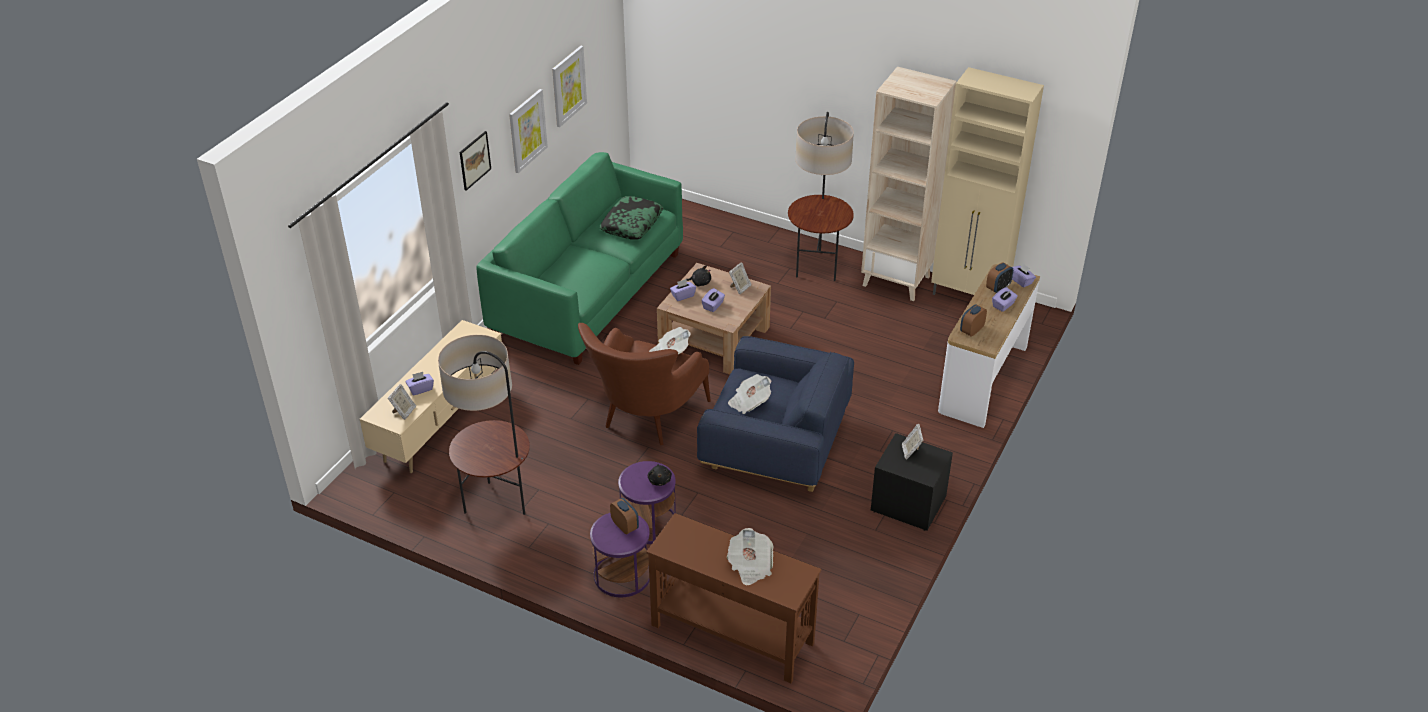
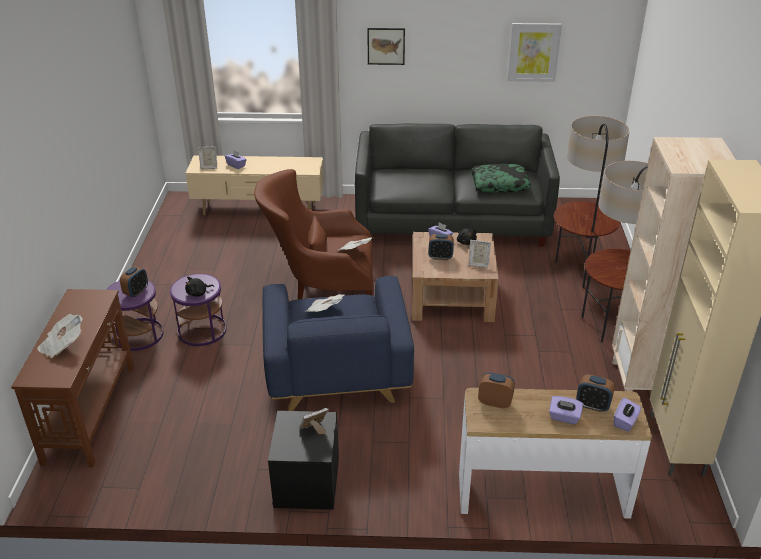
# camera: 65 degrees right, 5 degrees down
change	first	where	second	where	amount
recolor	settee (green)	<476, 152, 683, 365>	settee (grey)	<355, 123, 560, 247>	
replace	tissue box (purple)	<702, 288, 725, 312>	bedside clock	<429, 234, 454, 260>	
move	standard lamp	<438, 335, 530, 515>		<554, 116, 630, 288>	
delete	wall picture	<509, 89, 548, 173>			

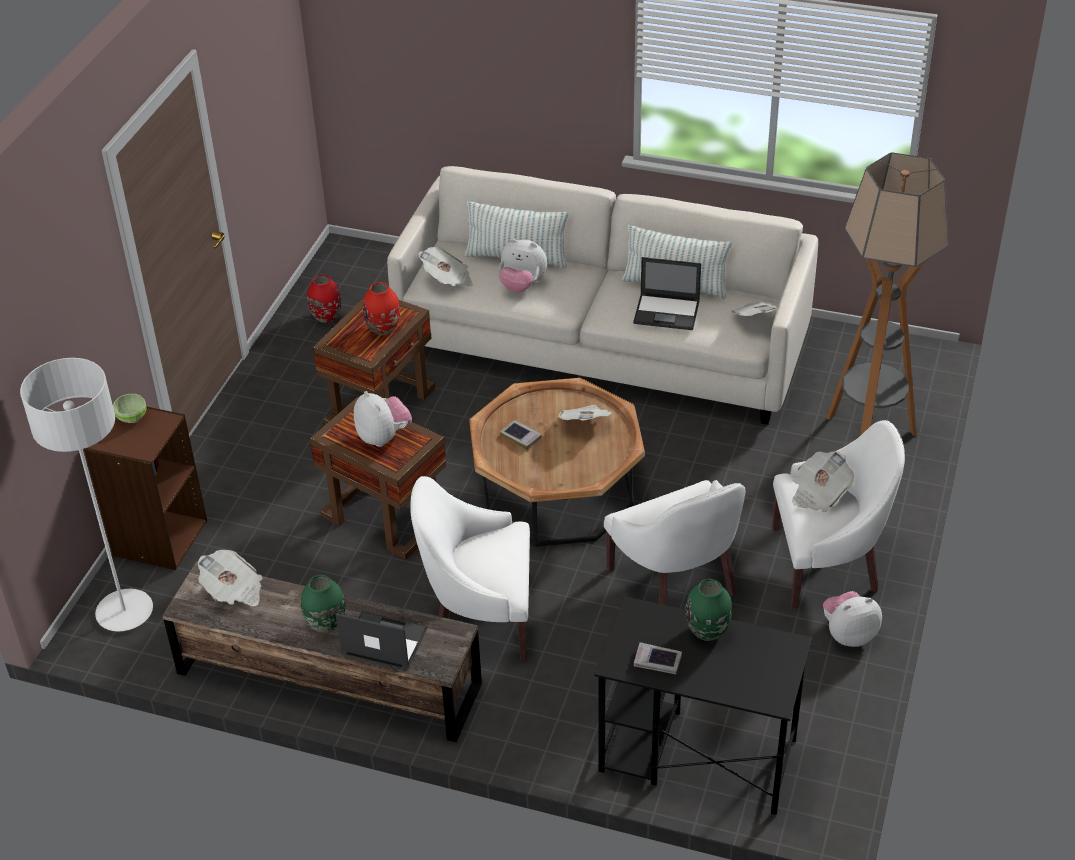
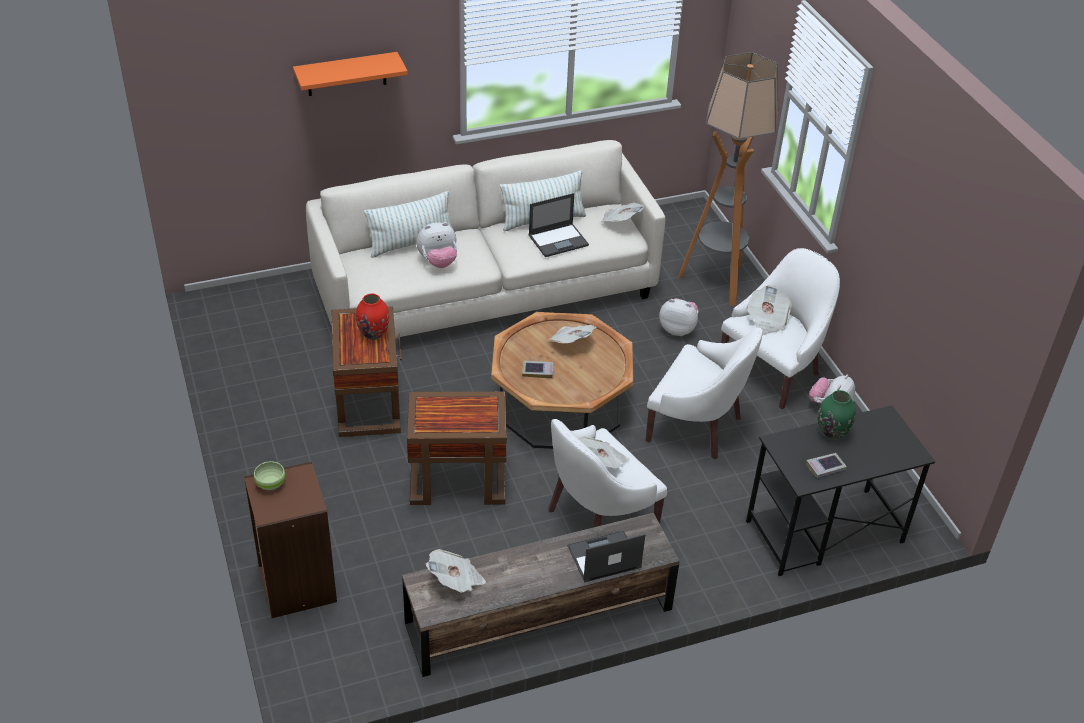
# camera: 40 degrees left, 0 degrees up
change	first	where	second	where	amount
insert			bracket shelf (orange-coloured)	<293, 52, 408, 96>	
move	printed paper	<418, 247, 473, 286>		<579, 436, 630, 469>	
move	soft toy	<354, 391, 412, 447>		<659, 298, 699, 336>	
delete	standard lamp (grey)	<20, 358, 153, 631>			
delete	flower vase (green)	<301, 575, 345, 633>			
delete	flower vase (red-coloured)	<307, 275, 341, 323>			

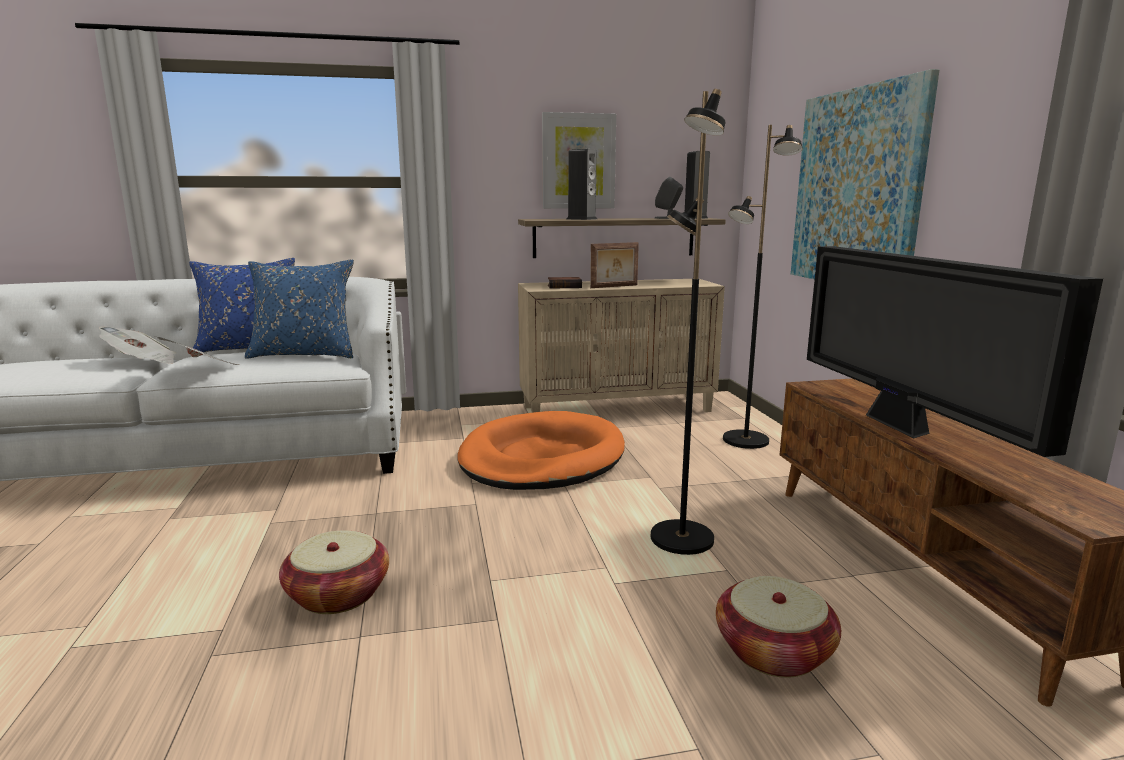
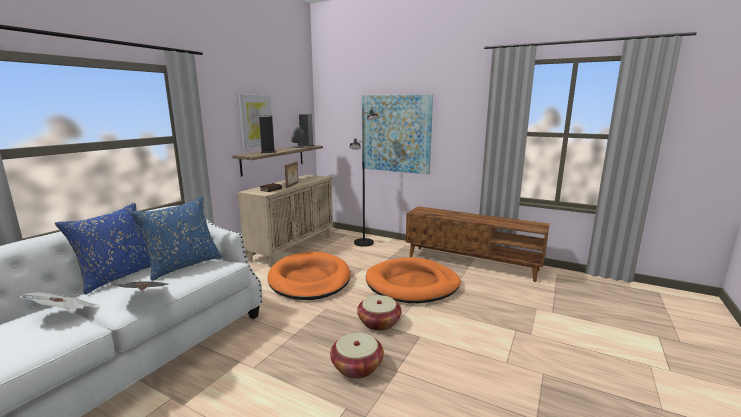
# camera: 50 degrees left, 0 degrees up
change	first	where	second	where	amount
move	storage basket	<716, 576, 841, 678>		<357, 295, 402, 331>	
replace	standard lamp (black-coloured)	<651, 89, 725, 555>	dog cushion (orange-coloured)	<366, 257, 461, 303>	
delete	television	<807, 246, 1103, 457>			

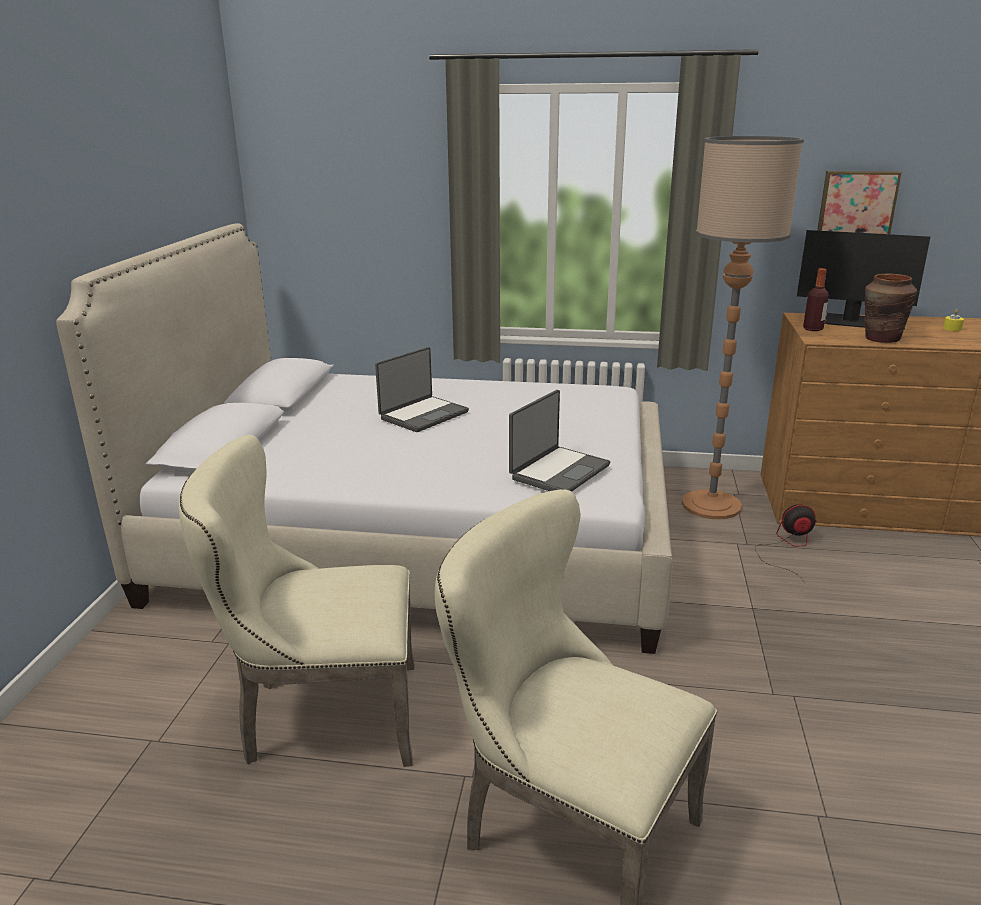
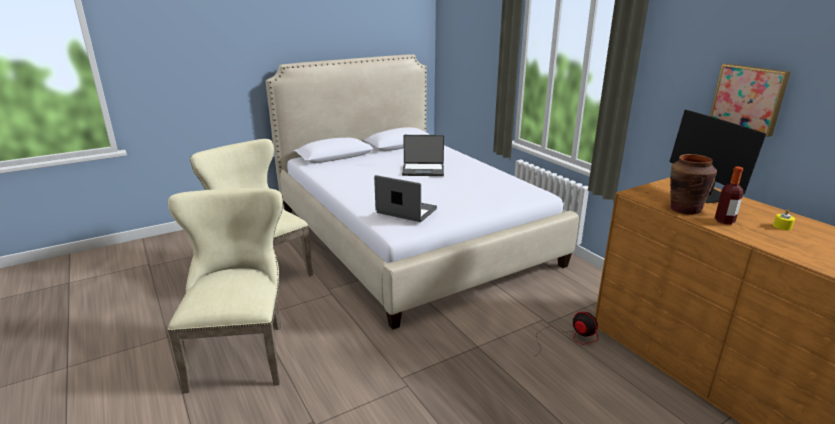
# camera: 50 degrees right, 0 degrees up
change	first	where	second	where	amount
rotate	portable computer	<509, 390, 610, 492>		<374, 175, 437, 222>	150 degrees counterclockwise
move	bottle	<803, 268, 829, 331>		<715, 166, 744, 225>	
delete	standard lamp	<682, 136, 804, 519>			

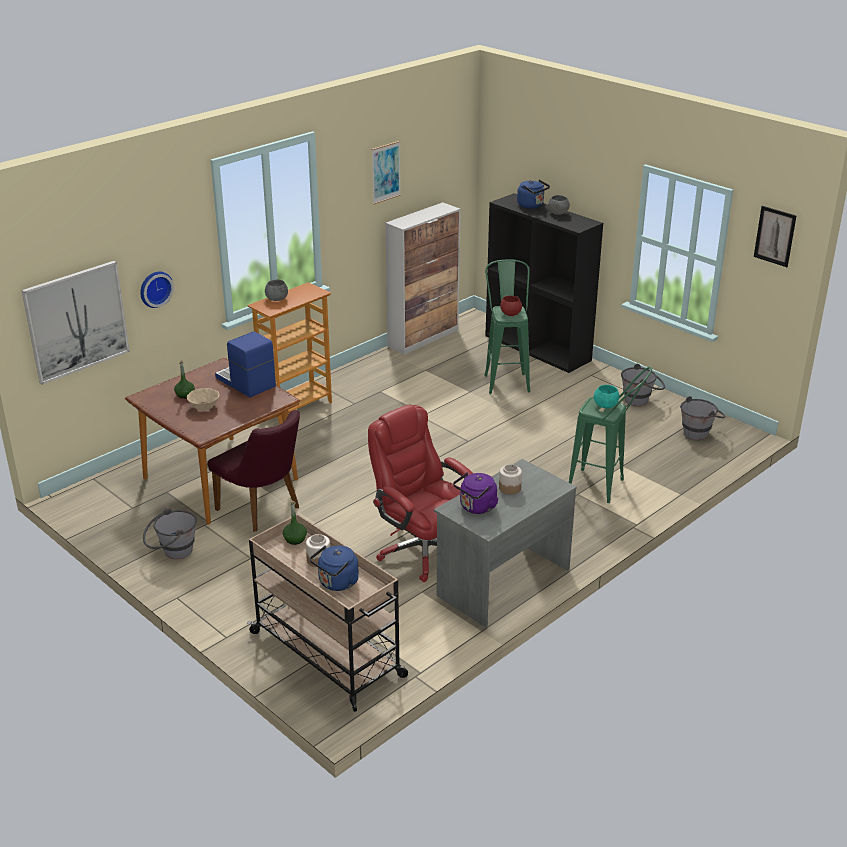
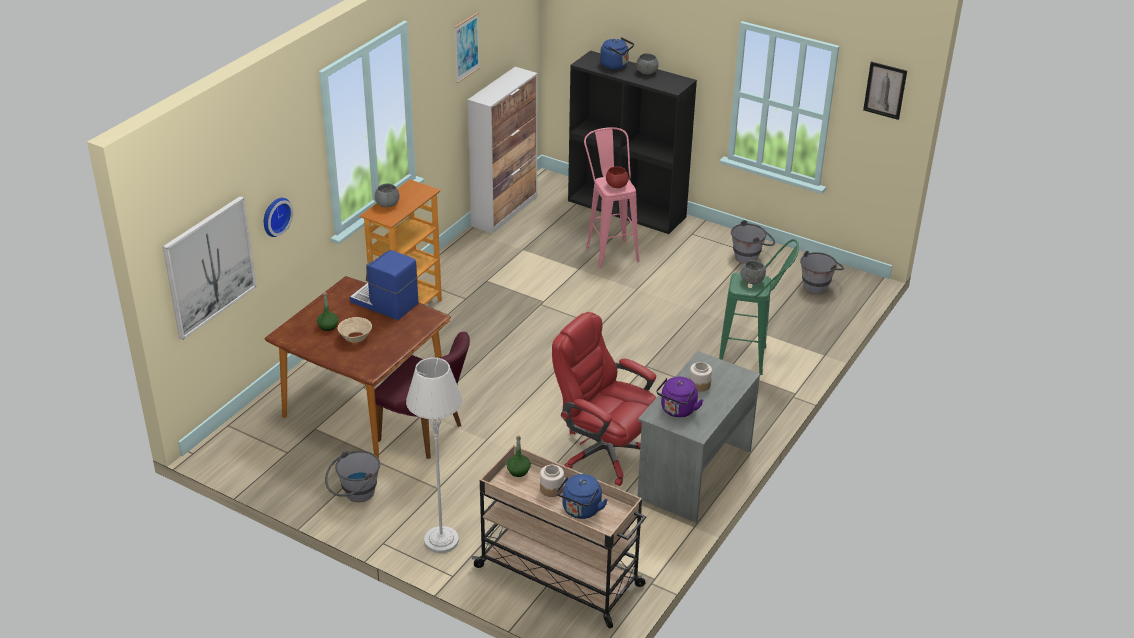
# camera: 15 degrees left, 5 degrees up
change	first	where	second	where	amount
insert			standard lamp (grey)	<406, 357, 463, 553>	
recolor	stool seat (green)	<484, 259, 531, 394>	stool seat (pink)	<584, 127, 640, 269>	
recolor	bowl (turquoise-coloured)	<594, 385, 619, 408>	bowl (grey)	<740, 260, 766, 284>	

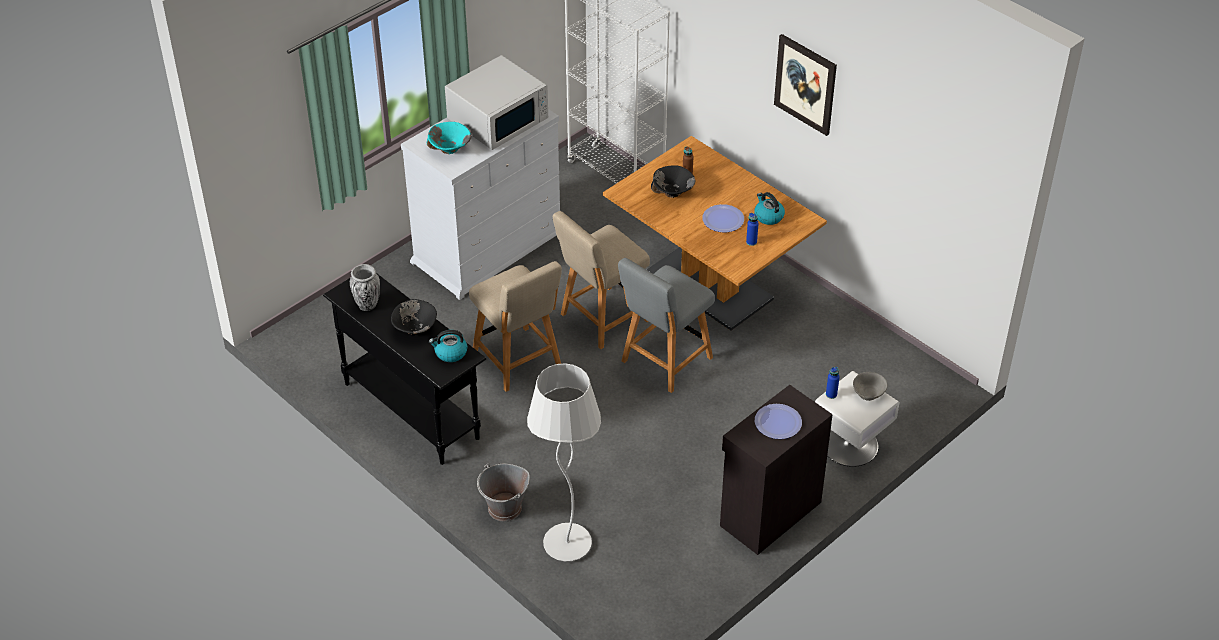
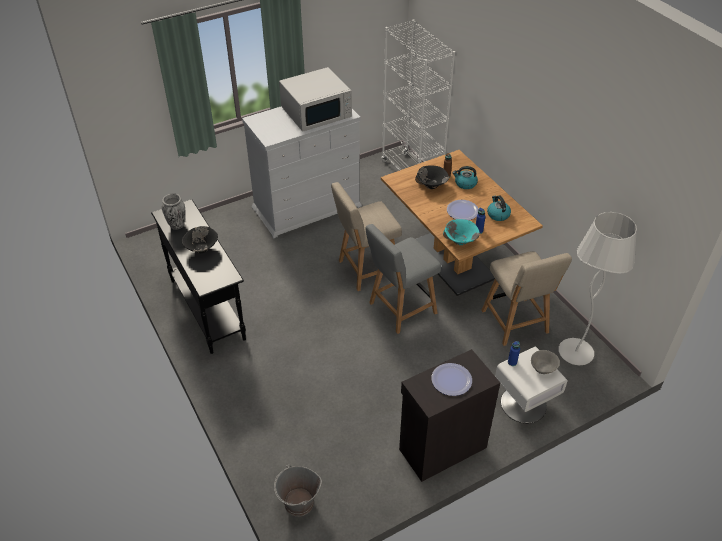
# camera: 15 degrees right, 0 degrees up
change	first	where	second	where	amount
move	water bucket (grey)	<477, 463, 530, 522>		<274, 464, 322, 517>	
move	bowl (turquoise-coloured)	<427, 122, 471, 154>		<443, 219, 480, 245>	
move	tea kettle	<429, 330, 467, 362>		<452, 166, 478, 189>	
move	chair (beige)	<469, 261, 562, 392>		<481, 251, 572, 346>	
move	standard lamp (whitish)	<527, 363, 601, 562>		<559, 212, 637, 366>	
delete	wall picture	<774, 34, 837, 136>			

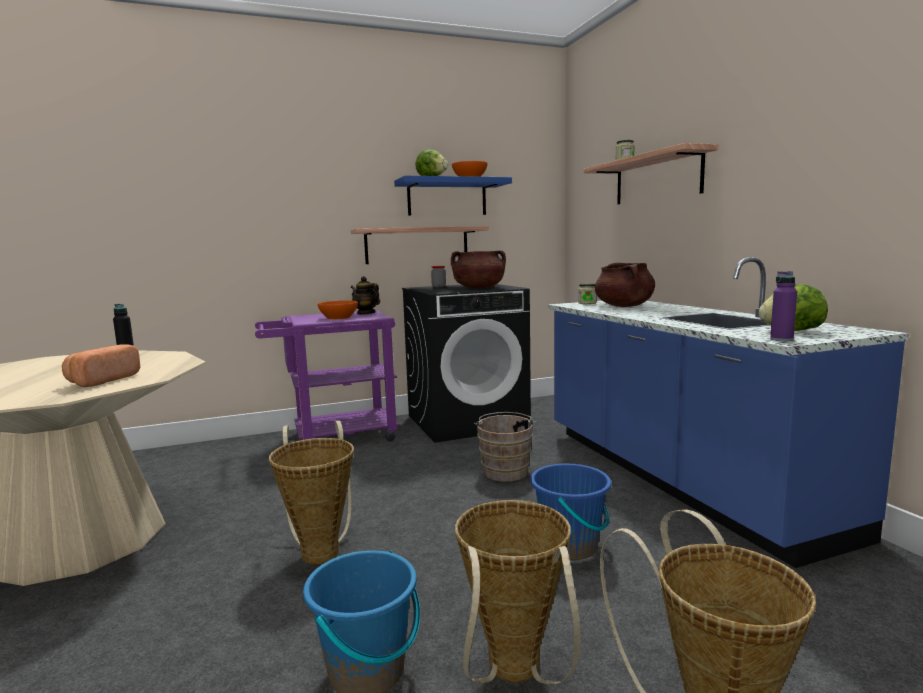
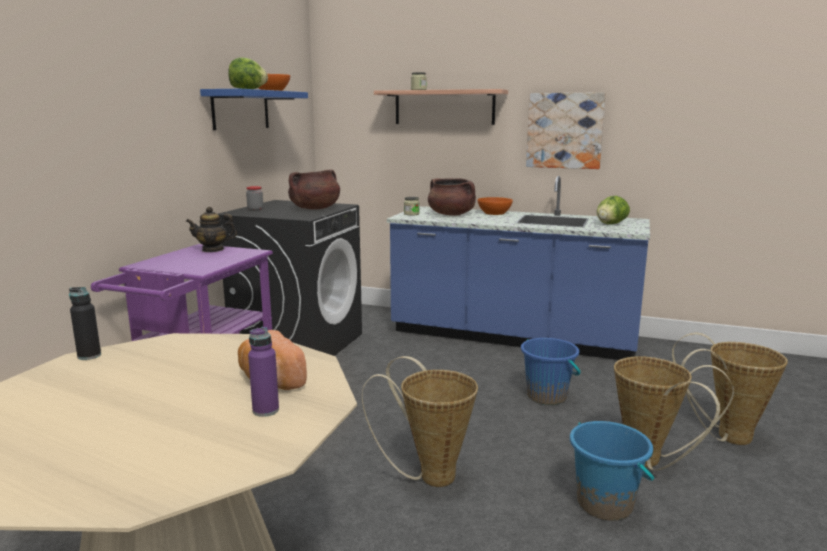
# camera: 50 degrees left, 5 degrees up
change	first	where	second	where	amount
move	bottle (purple)	<770, 271, 797, 341>		<248, 327, 279, 417>	
move	bowl (orange-coloured)	<317, 300, 358, 319>		<478, 197, 513, 215>	
insert			wall picture	<526, 92, 606, 169>	
delete	bracket shelf	<351, 226, 489, 264>			
delete	water bucket (brown-coloured)	<474, 412, 536, 482>			

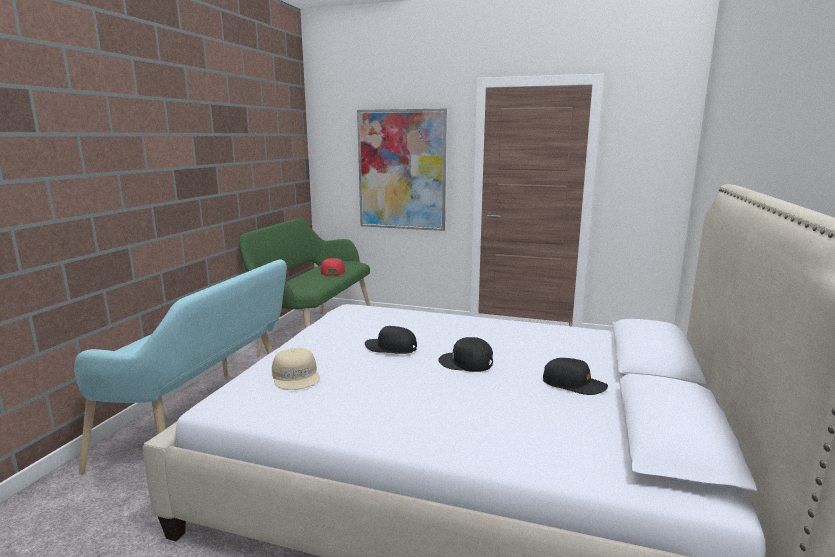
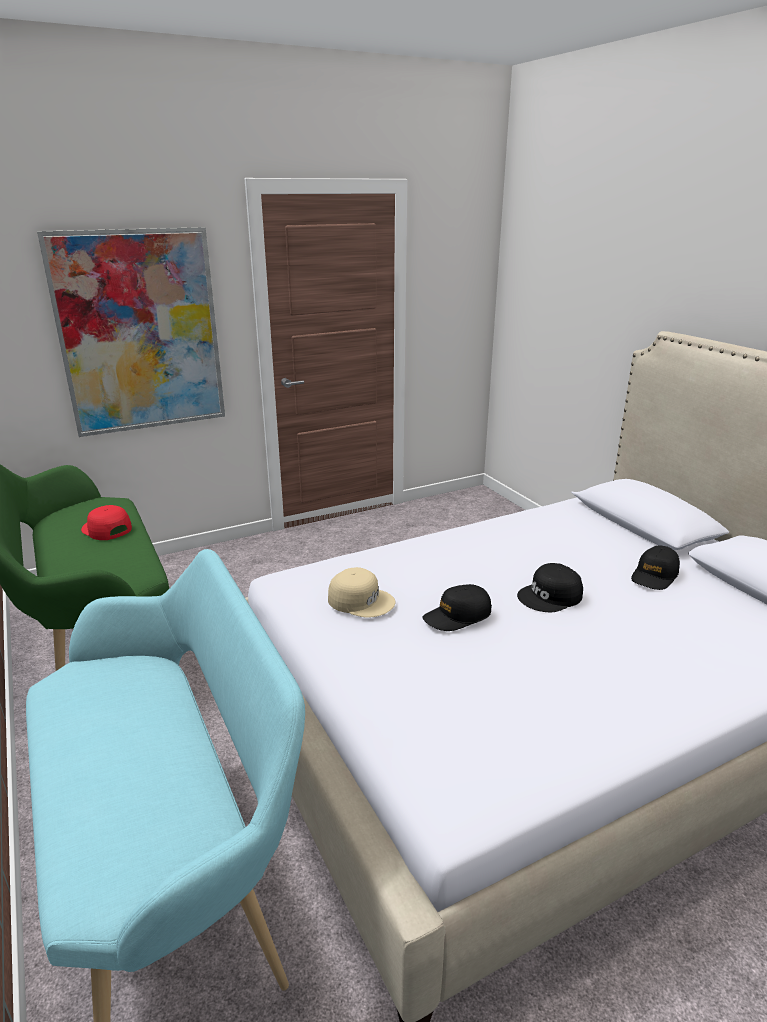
# camera: 45 degrees left, 10 degrees up
change	first	where	second	where	amount
move	baseball cap (beige)	<272, 348, 320, 390>		<328, 567, 395, 618>	
rotate	baseball cap (black-coloured)	<543, 358, 608, 395>		<631, 545, 680, 590>	150 degrees clockwise

